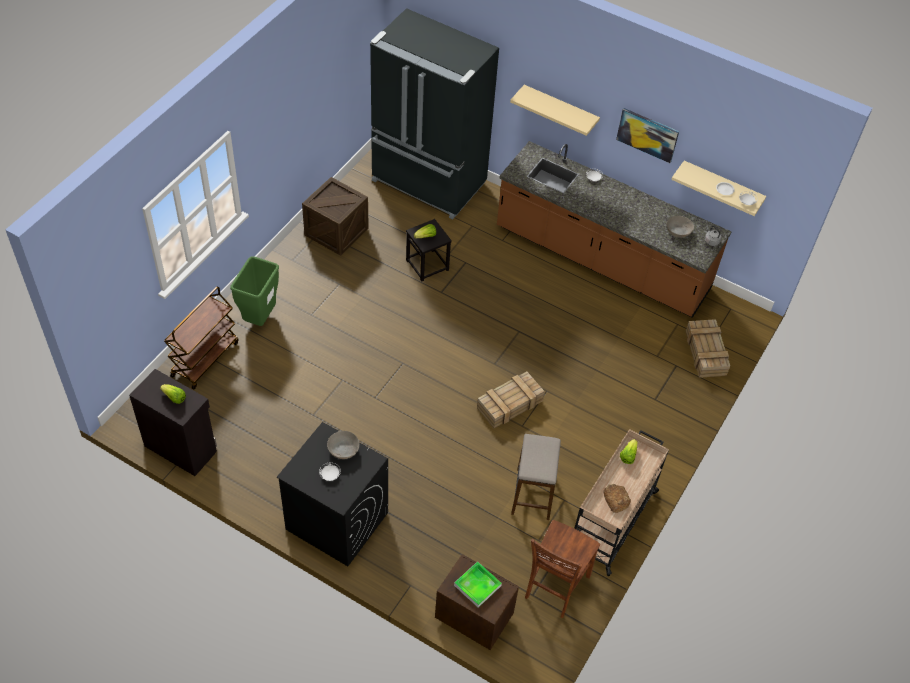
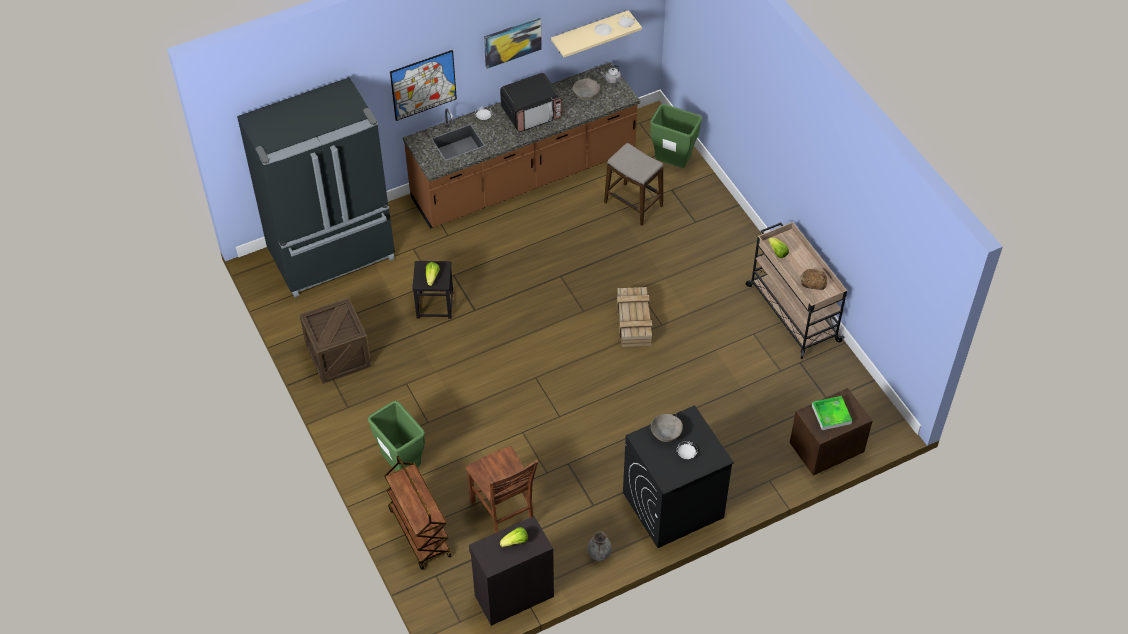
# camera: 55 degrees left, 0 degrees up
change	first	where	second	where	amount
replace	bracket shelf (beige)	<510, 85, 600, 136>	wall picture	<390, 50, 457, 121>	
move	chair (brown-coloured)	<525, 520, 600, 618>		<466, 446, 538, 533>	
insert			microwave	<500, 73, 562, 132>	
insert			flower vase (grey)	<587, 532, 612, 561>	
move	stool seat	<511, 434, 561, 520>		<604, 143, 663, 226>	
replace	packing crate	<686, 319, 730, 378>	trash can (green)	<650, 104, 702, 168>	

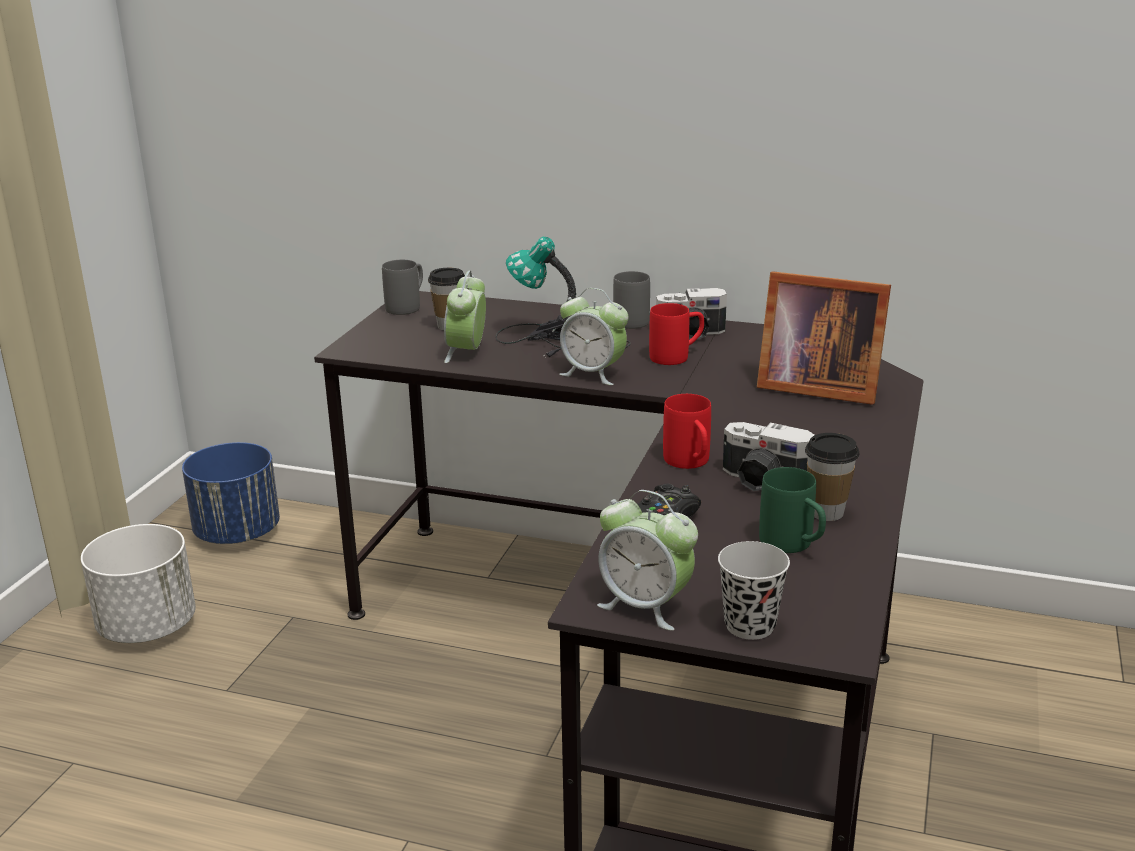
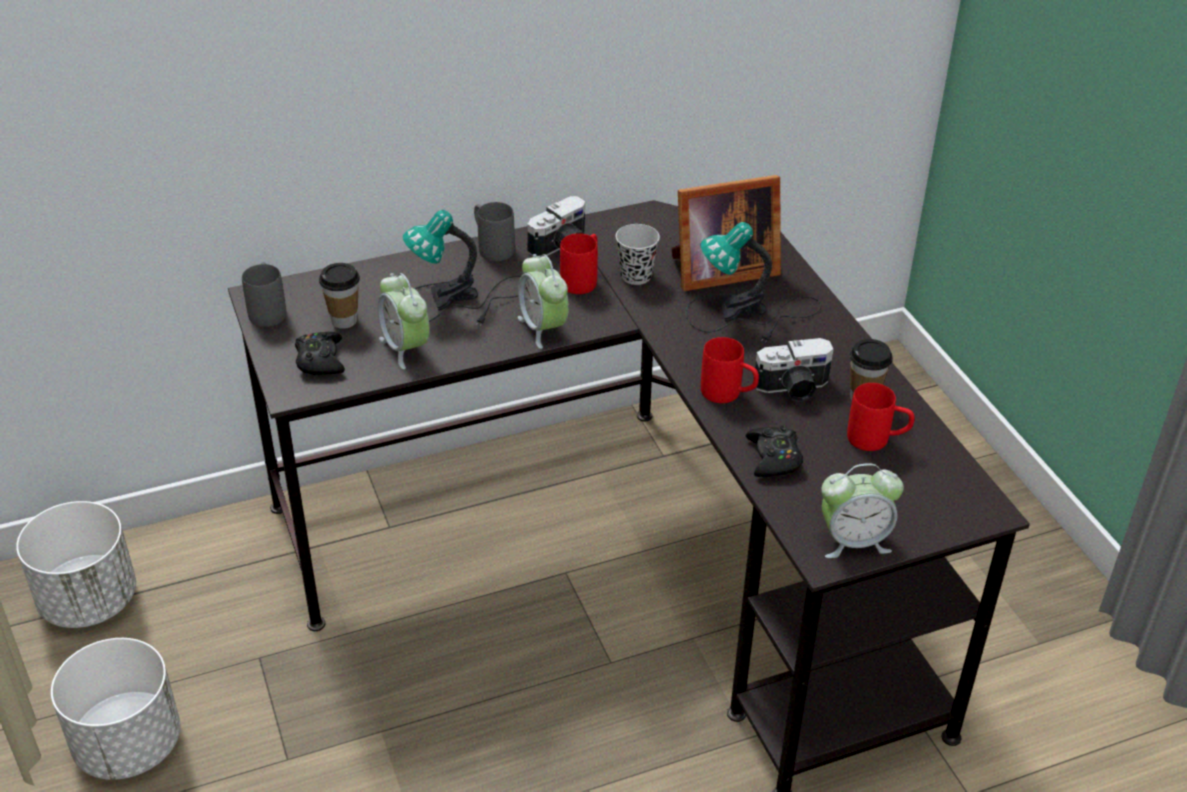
# camera: 40 degrees left, 15 degrees up
change	first	where	second	where	amount
recolor	planter (blue-coloured)	<182, 442, 280, 544>	planter (whitish)	<16, 501, 136, 628>	
insert			gamepad (black-coloured)	<295, 332, 345, 376>	
rotate	bedside clock	<560, 288, 629, 385>		<518, 254, 569, 349>	75 degrees clockwise
move	drinking cup (black-coloured)	<718, 541, 790, 640>		<616, 224, 660, 285>	
insert			tabletop lamp	<686, 222, 821, 343>	
recolor	tea mug (green)	<759, 467, 826, 553>	tea mug (red-coloured)	<847, 383, 915, 451>	

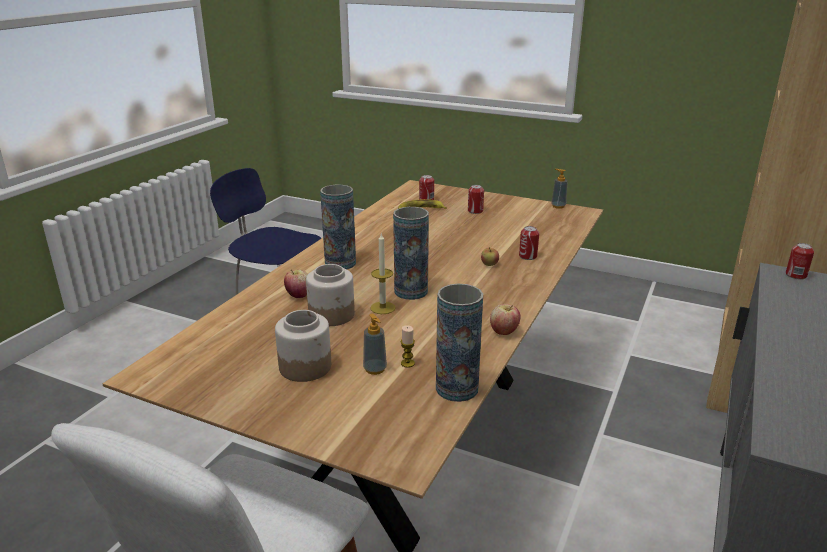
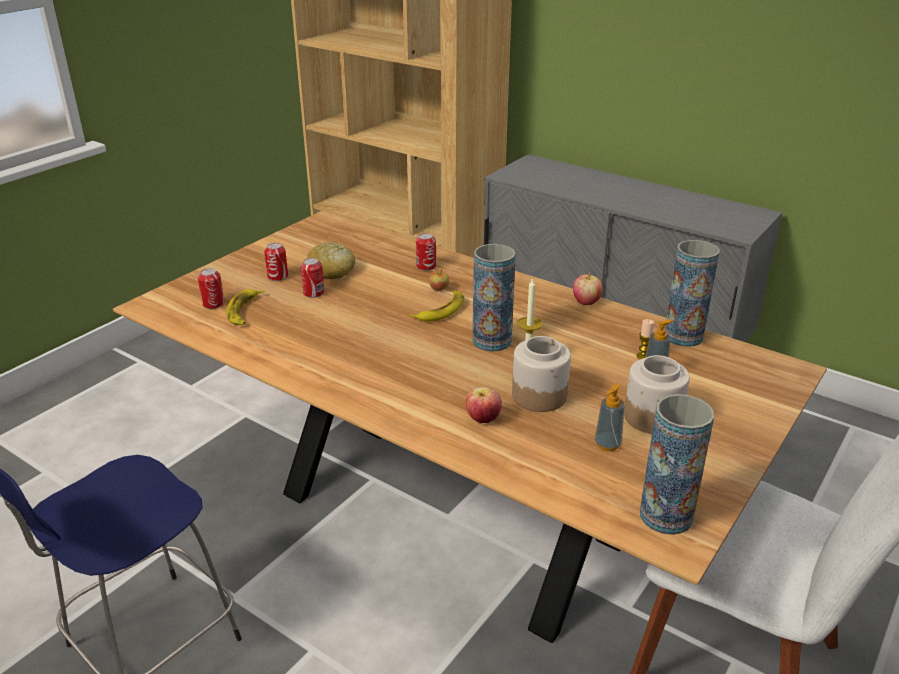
# camera: 80 degrees left, 5 degrees up
change	first	where	second	where	amount
move	sealed can	<786, 243, 814, 280>		<300, 258, 324, 298>	
insert			bakery bread	<307, 241, 355, 279>	
insert			banana fruit	<410, 290, 465, 322>	
move	soap bottle	<551, 169, 568, 209>		<595, 384, 625, 451>	
move	flower vase	<320, 185, 356, 269>		<640, 394, 714, 535>	

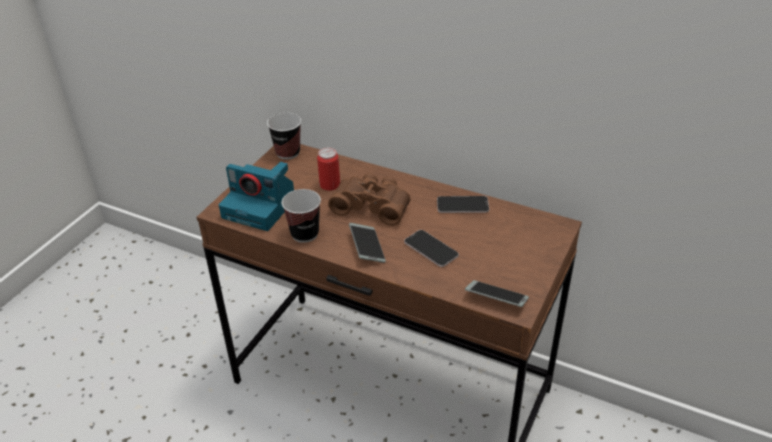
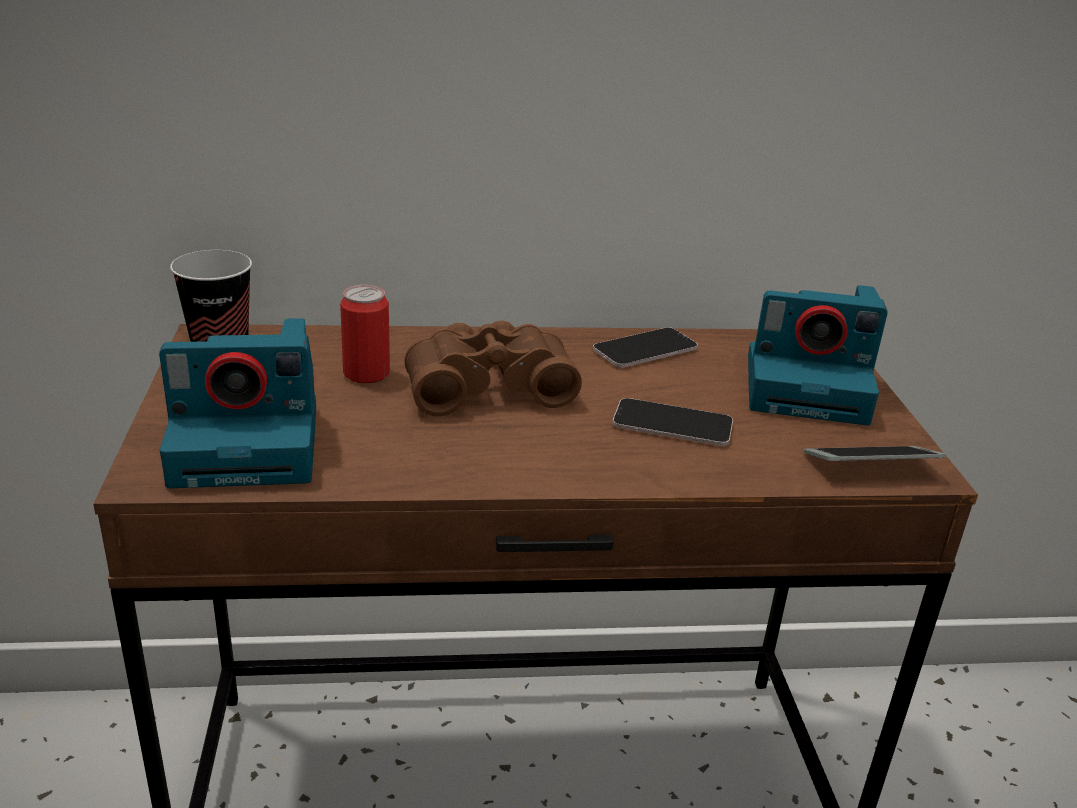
# camera: 35 degrees left, 10 degrees down
change	first	where	second	where	amount
insert			photo camera	<748, 285, 888, 425>	
delete	drinking cup	<282, 189, 321, 243>			
delete	phone	<349, 223, 386, 263>			

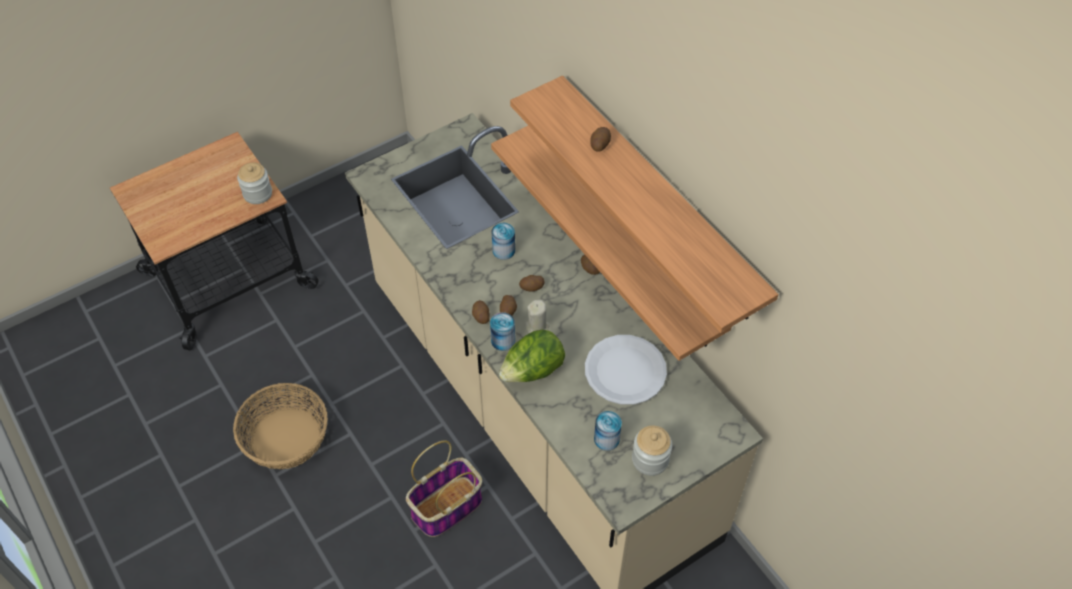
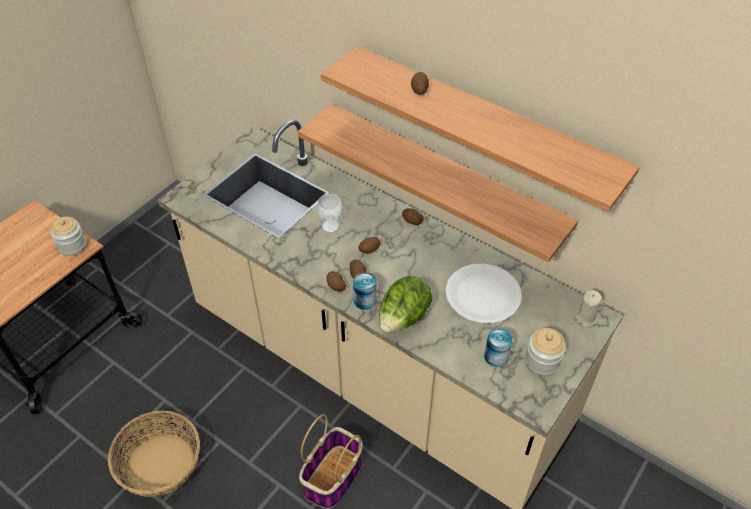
# camera: 20 degrees left, 5 degrees down
change	first	where	second	where	amount
replace	sealed can	<491, 223, 515, 260>	drinking cup	<317, 194, 342, 233>	
move	wax light (beige)	<525, 300, 549, 333>		<574, 290, 602, 327>	

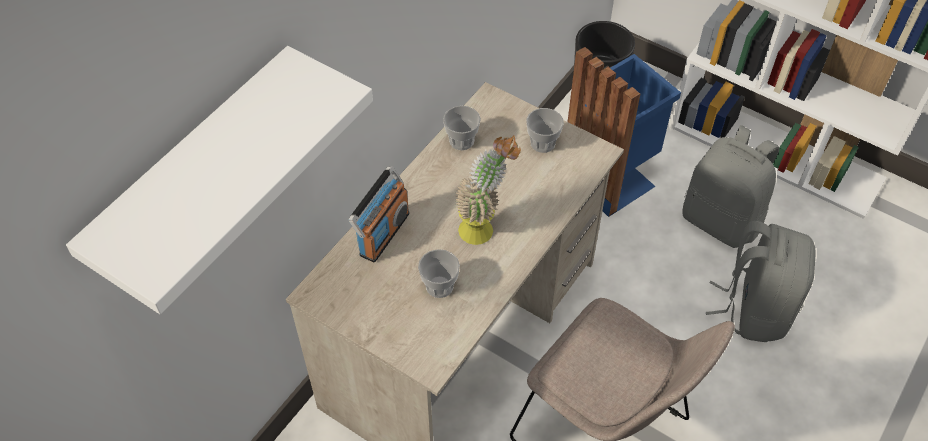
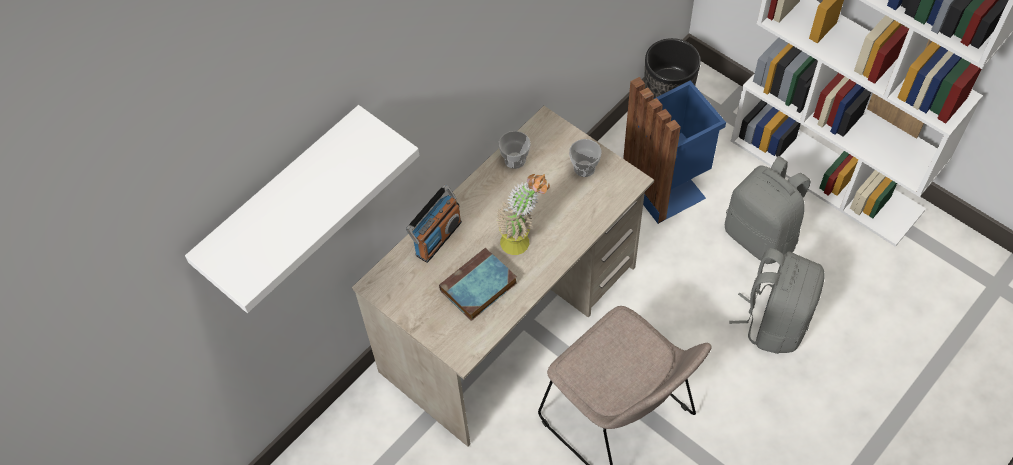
# camera: 10 degrees right, 5 degrees up
change	first	where	second	where	amount
replace	drinking cup	<418, 249, 460, 298>	bound book	<439, 248, 517, 321>	

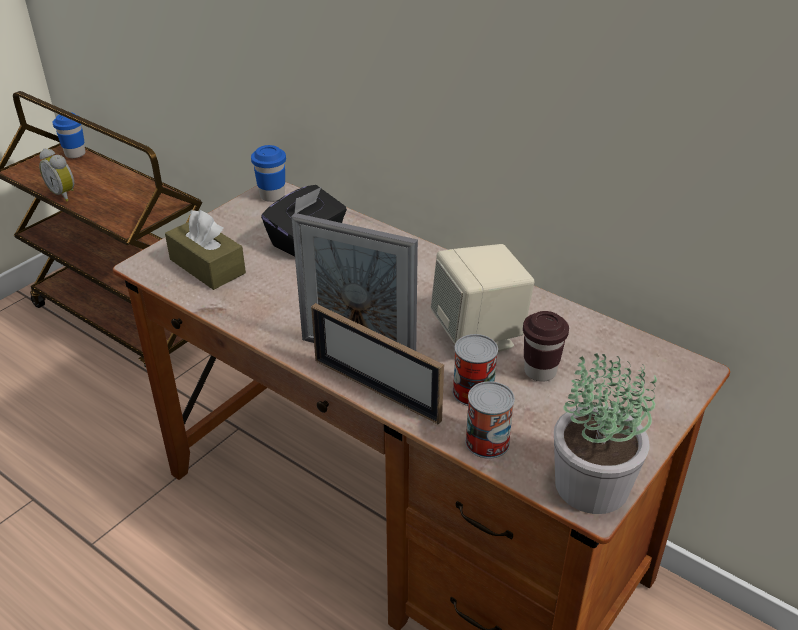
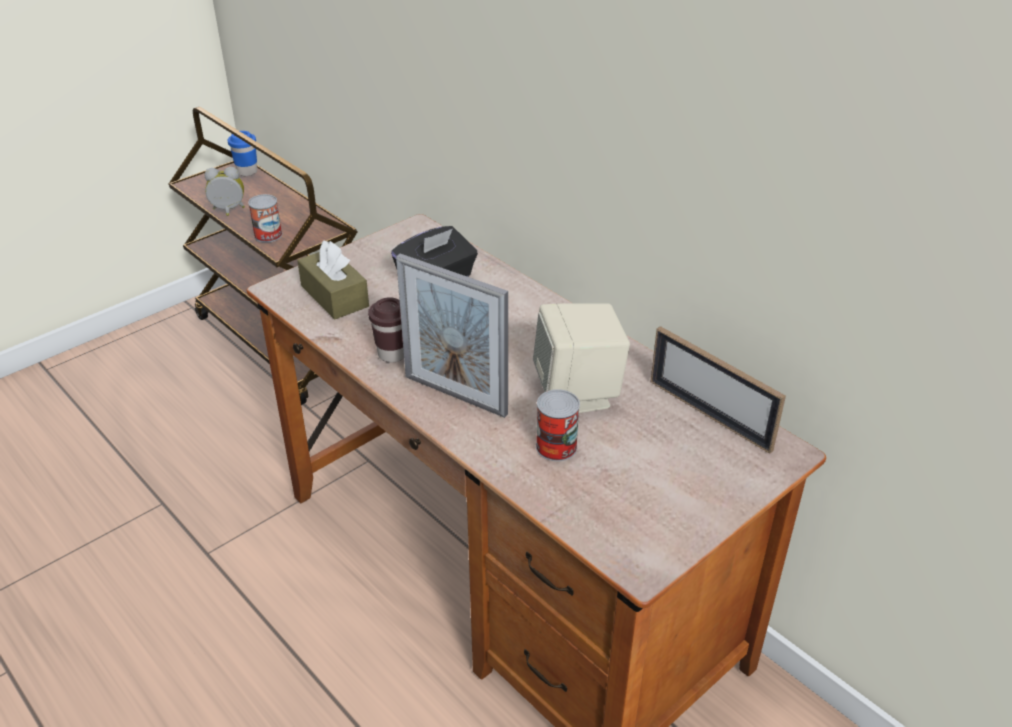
# camera: 10 degrees right, 0 degrees up
change	first	where	second	where	amount
rotate	bedside clock	<39, 148, 74, 202>		<204, 167, 245, 216>	120 degrees clockwise
move	sealed can	<465, 381, 515, 459>		<248, 194, 282, 243>	
move	drinking cup (brown-coloured)	<523, 311, 569, 382>		<368, 297, 404, 363>	
move	standing frame	<311, 303, 444, 424>		<650, 326, 786, 454>	
delete	drinking cup (blue-coloured)	<251, 145, 286, 202>			
delete	potted plant	<554, 353, 657, 514>			

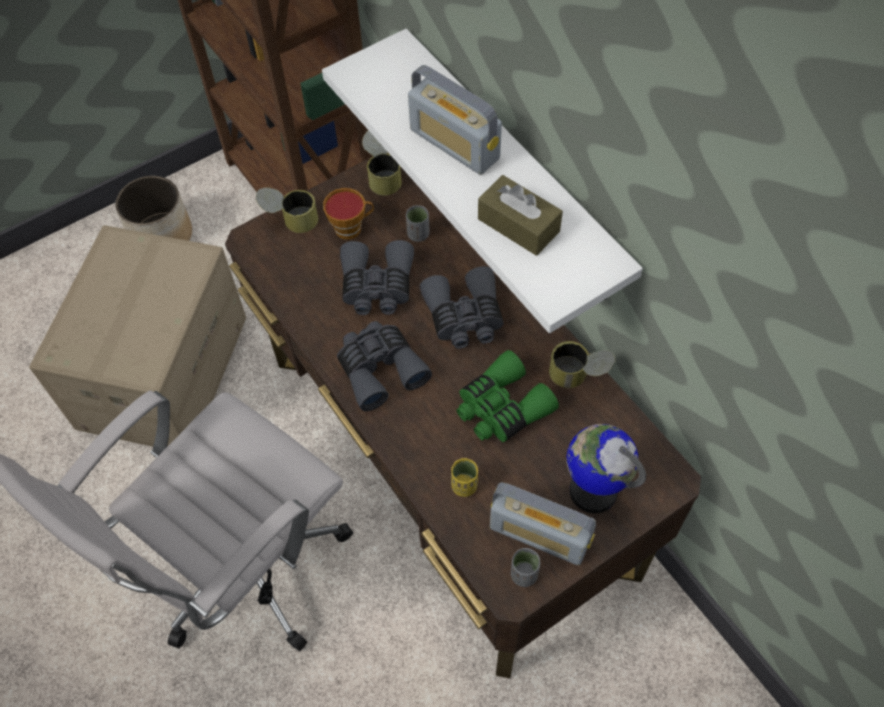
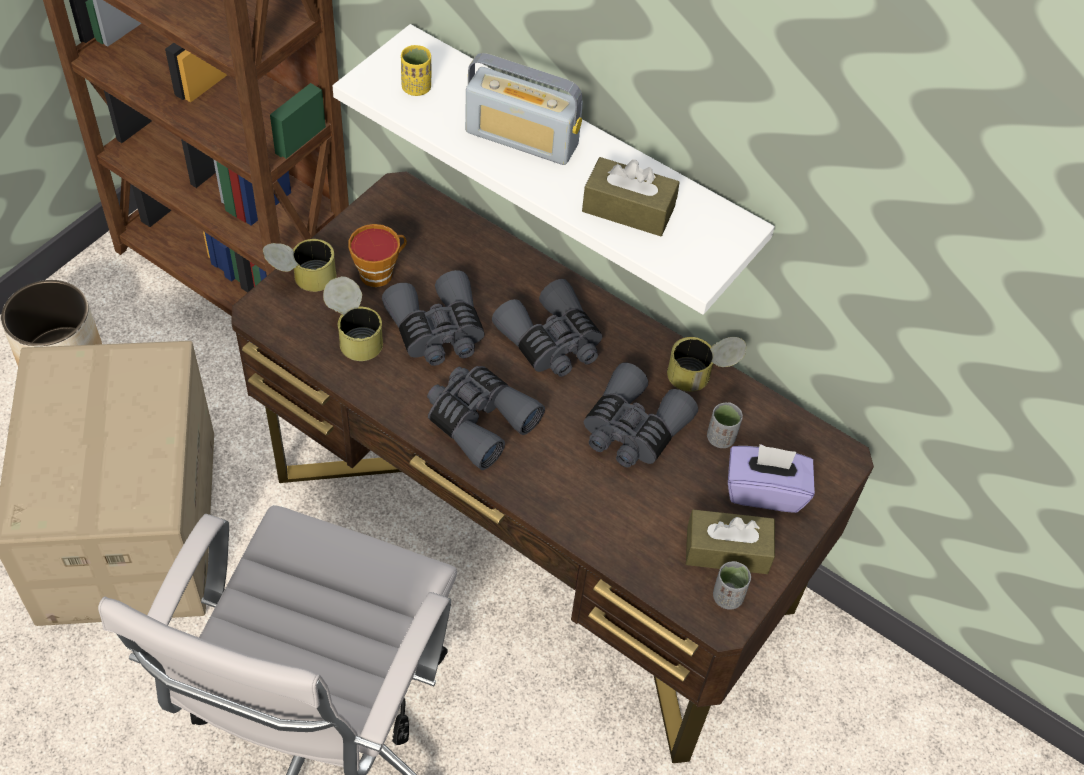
# camera: 25 degrees left, 5 degrees down
change	first	where	second	where	amount
move	sealed can	<362, 130, 402, 196>		<323, 276, 383, 361>	
move	drinking cup (yellow)	<451, 458, 478, 497>		<401, 45, 431, 96>	
recolor	field glasses (green)	<456, 350, 559, 442>	field glasses (grey)	<584, 363, 698, 468>	
replace	radio	<490, 482, 596, 565>	tissue box (brown-coloured)	<686, 509, 775, 574>	
move	drinking cup (grey)	<406, 205, 429, 242>		<707, 402, 743, 448>	
replace	desk globe	<566, 424, 646, 513>	tissue box (purple)	<728, 444, 815, 513>	

